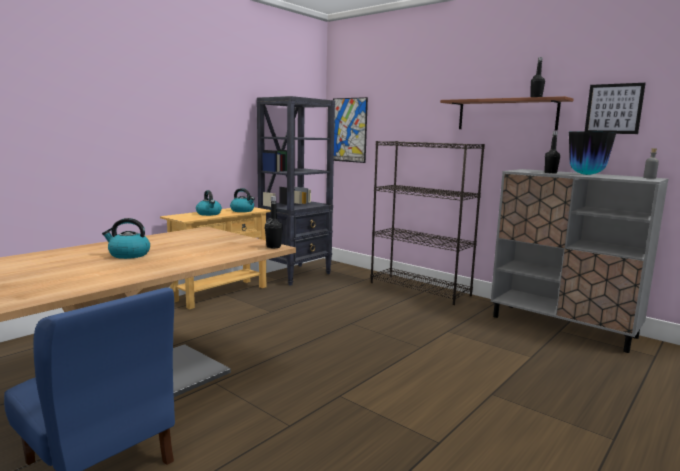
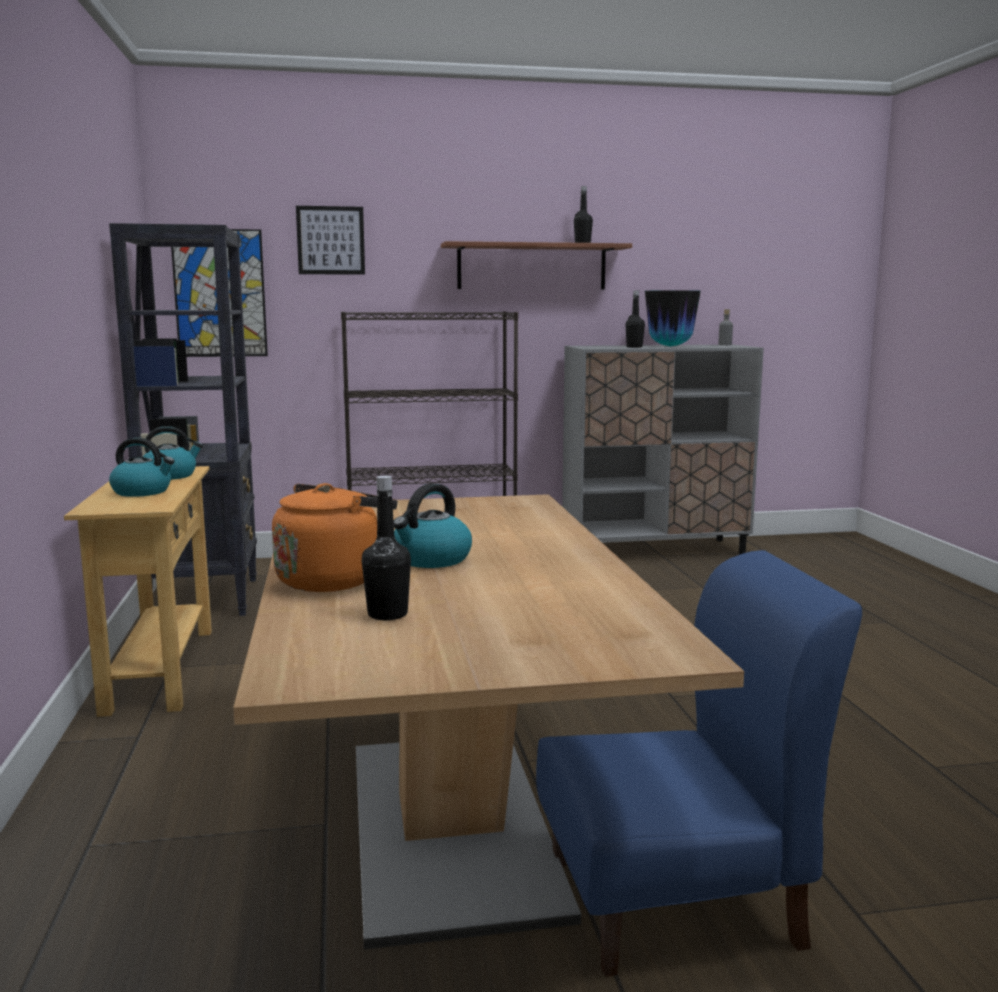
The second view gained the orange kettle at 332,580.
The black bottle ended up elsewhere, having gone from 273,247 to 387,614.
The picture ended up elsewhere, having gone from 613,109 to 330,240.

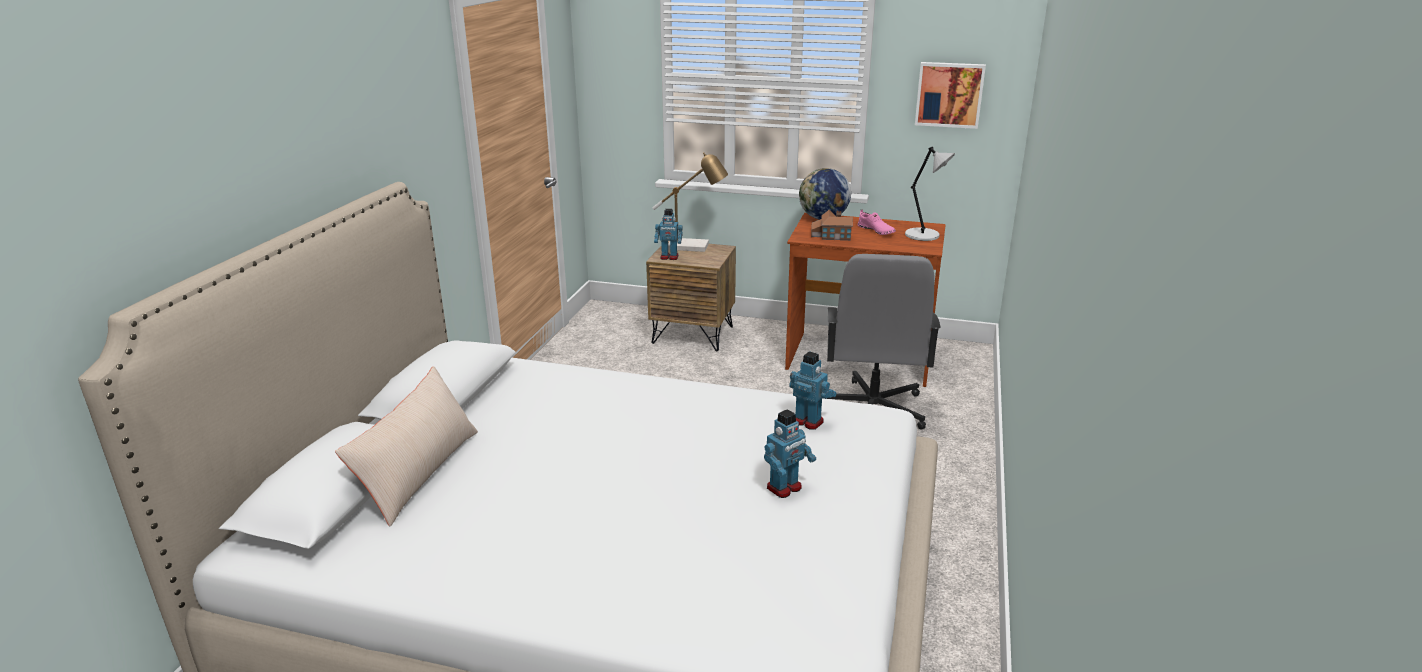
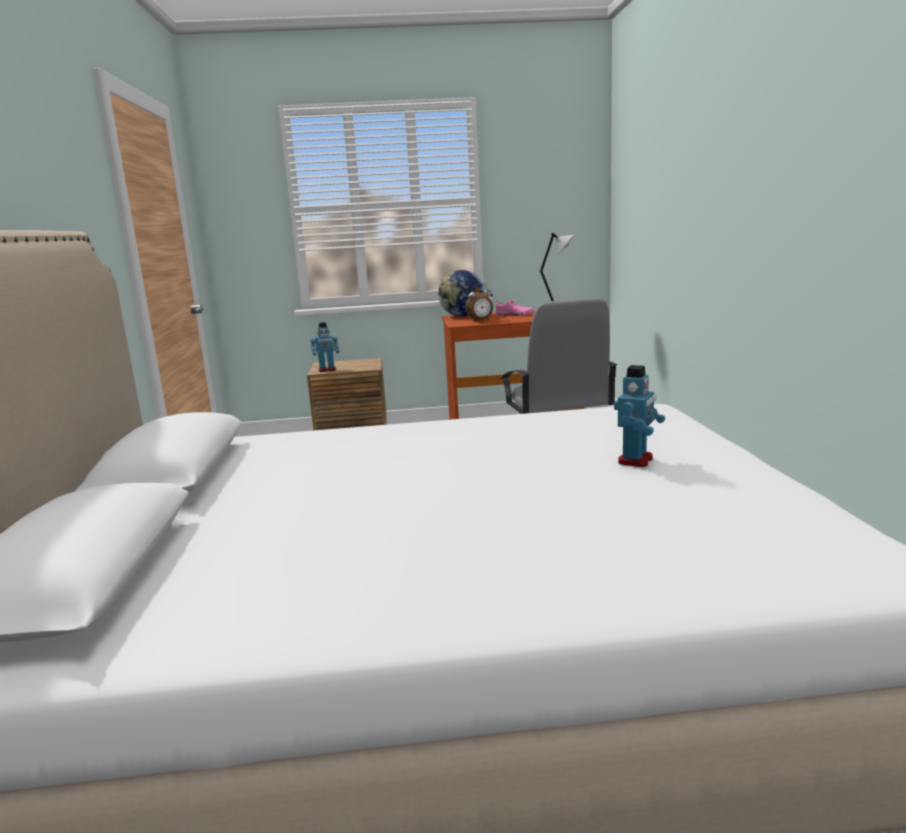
The second view lost the beige pillow at 419,473.
The second view lost the table lamp at 694,246.
The second view lost the toy robot at 808,421.
The second view lost the picture at 949,94.
Where the toy house stood at 830,235, the alarm clock came to stand at 481,320.

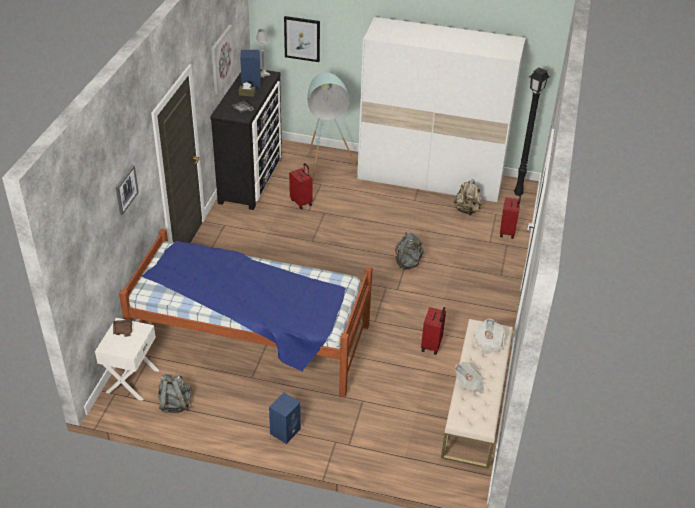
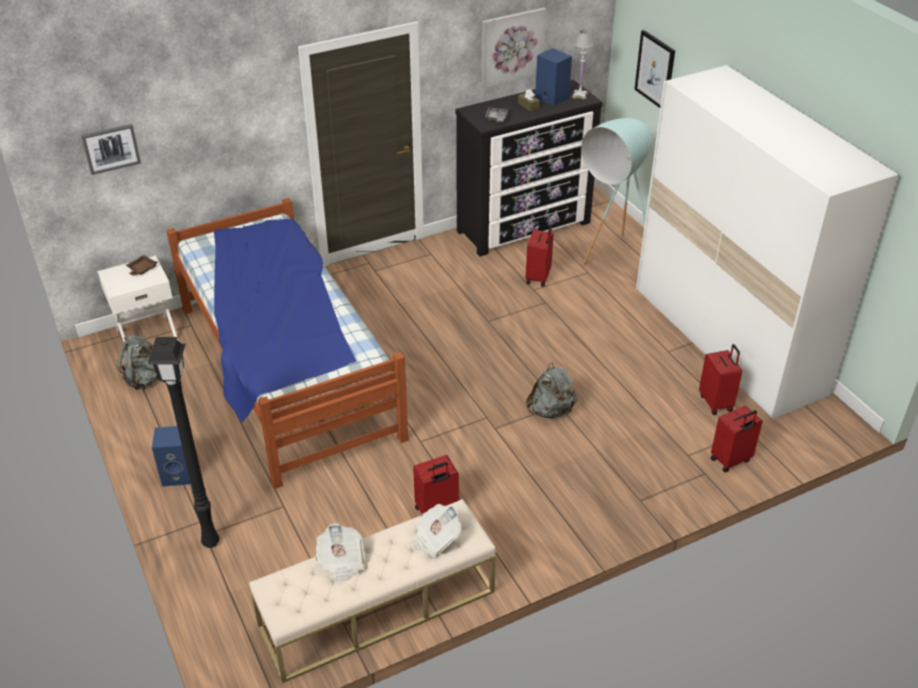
The picture ended up elsewhere, having gone from 126,189 to 111,148.
The black floor lamp ended up elsewhere, having gone from 517,193 to 210,541.
Where the beige backpack stood at 467,210, the red suitcase came to stand at 716,402.

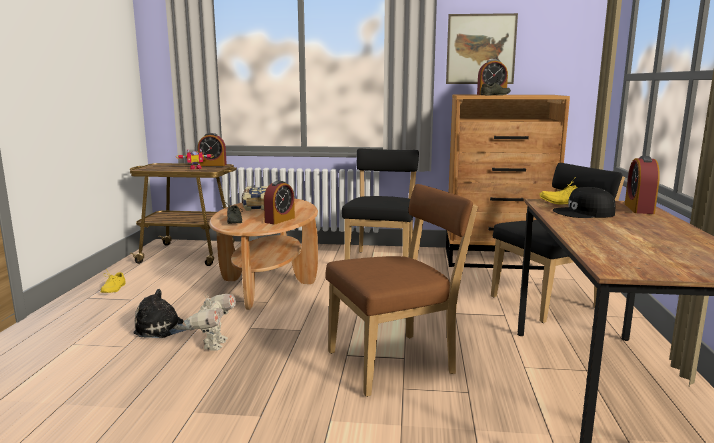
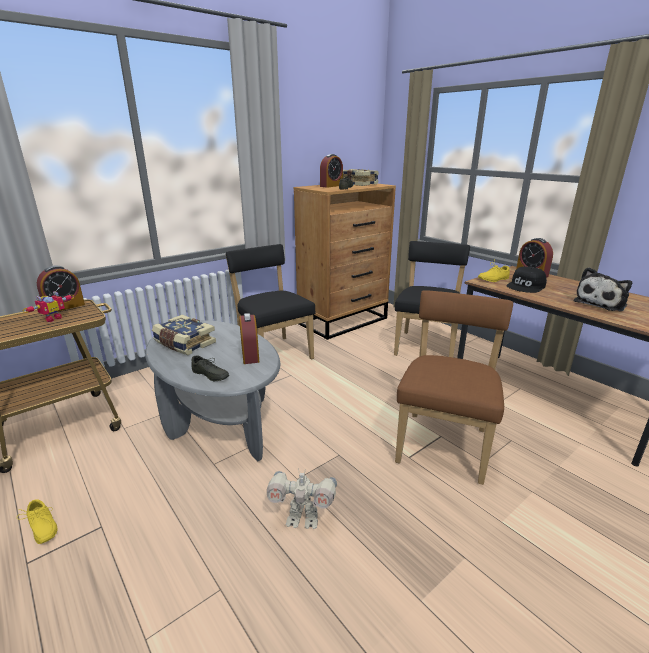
The second view lost the picture at 481,49.
The second view gained the book at 357,184.
The plush toy ended up elsewhere, having gone from 162,329 to 601,303.
What was the brown coffee table at 268,282 turned into the grey coffee table at 219,419.
The toy robot at 213,345 ended up facing another way, 135 degrees clockwise from before.

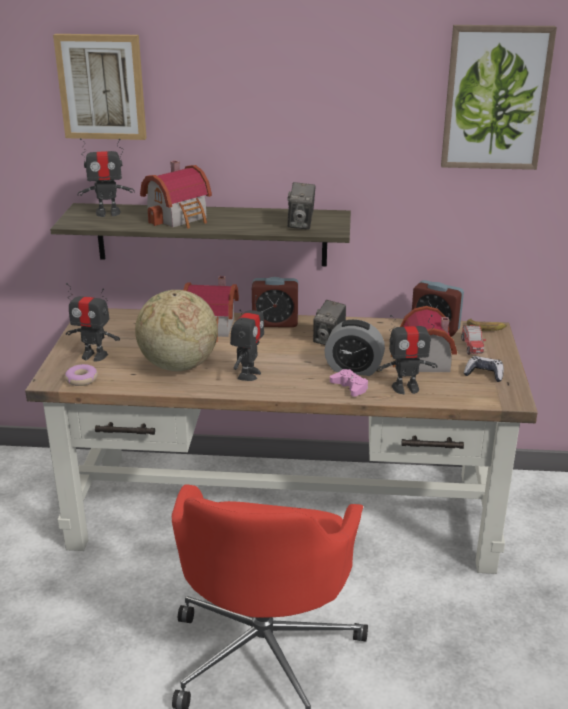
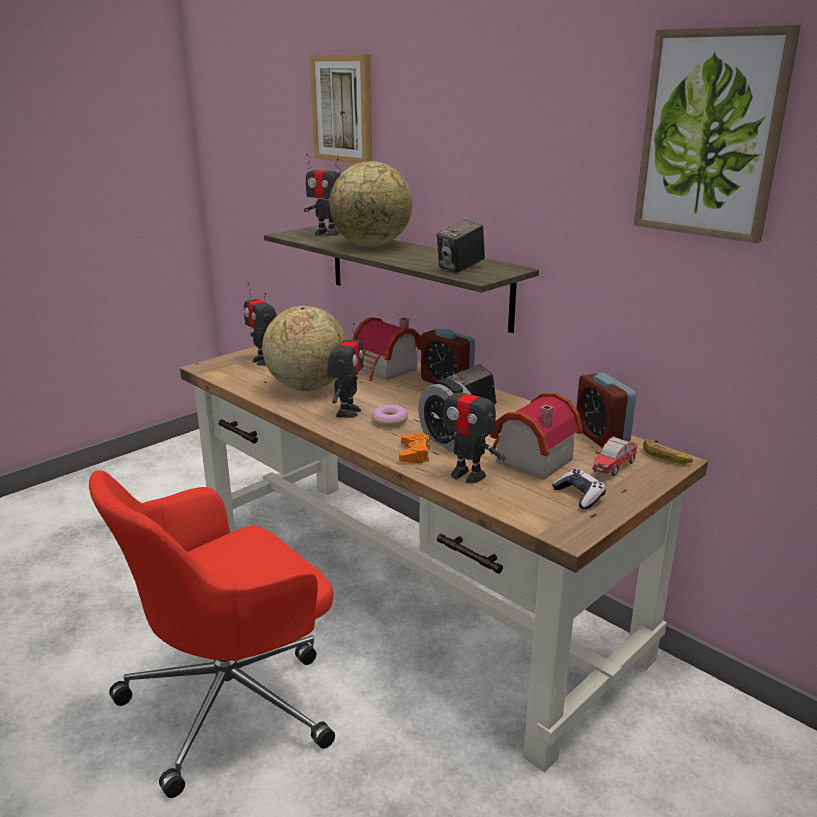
The donut ended up elsewhere, having gone from 82,379 to 390,421.
Where the toy house stood at 180,217, the globe came to stand at 371,245.
What was the pink game controller at 350,387 turned into the orange game controller at 414,453.
The toy robot at 248,374 ended up facing another way, 45 degrees counterclockwise from before.

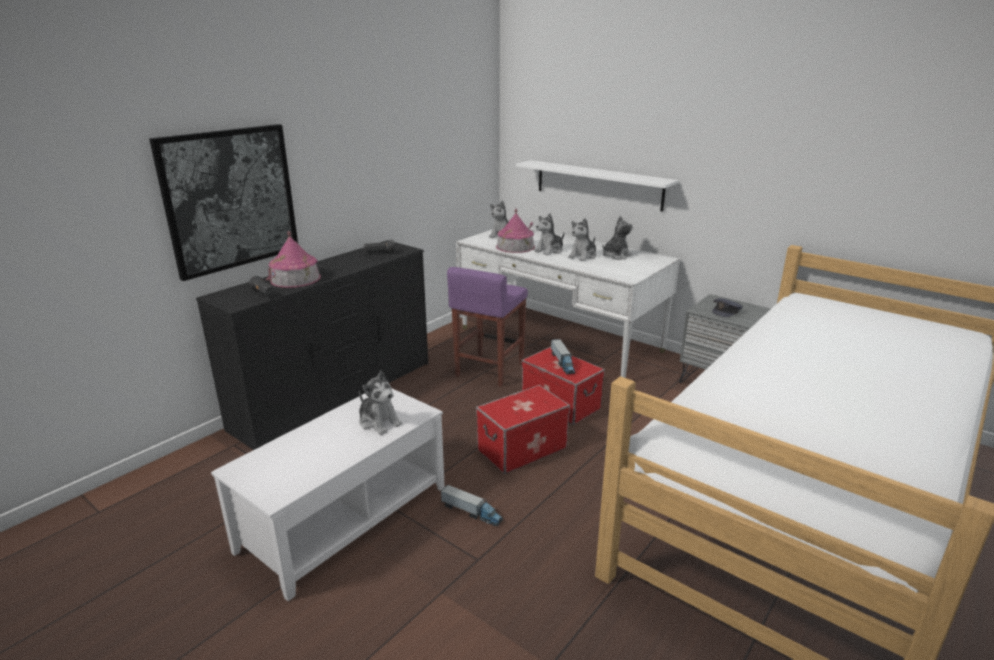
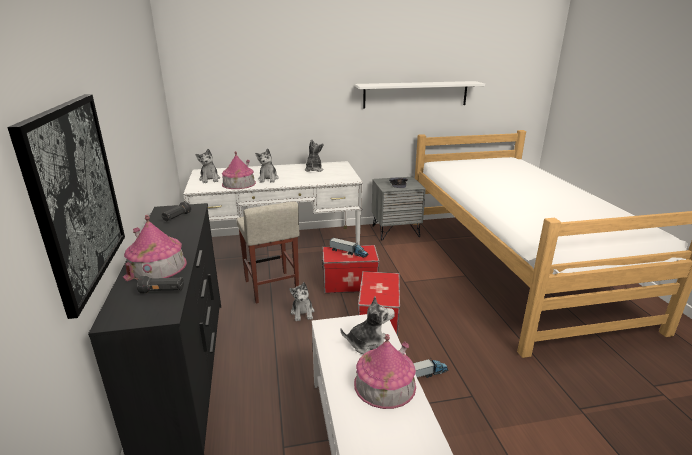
The second view gained the toy house at 384,384.
The white shelf ended up elsewhere, having gone from 598,185 to 415,94.
The plush toy ended up elsewhere, having gone from 583,256 to 302,312.
What was the purple stool at 489,370 turned into the beige stool at 271,287.

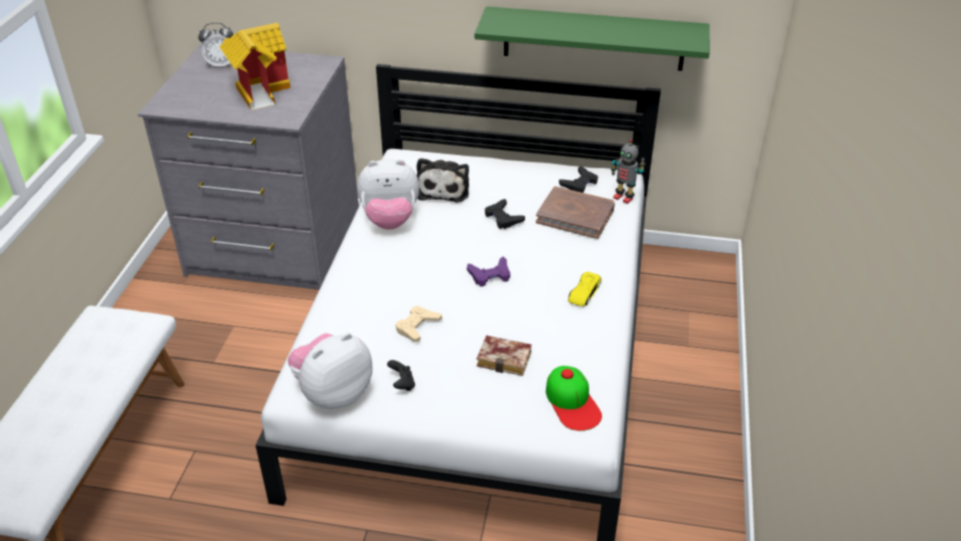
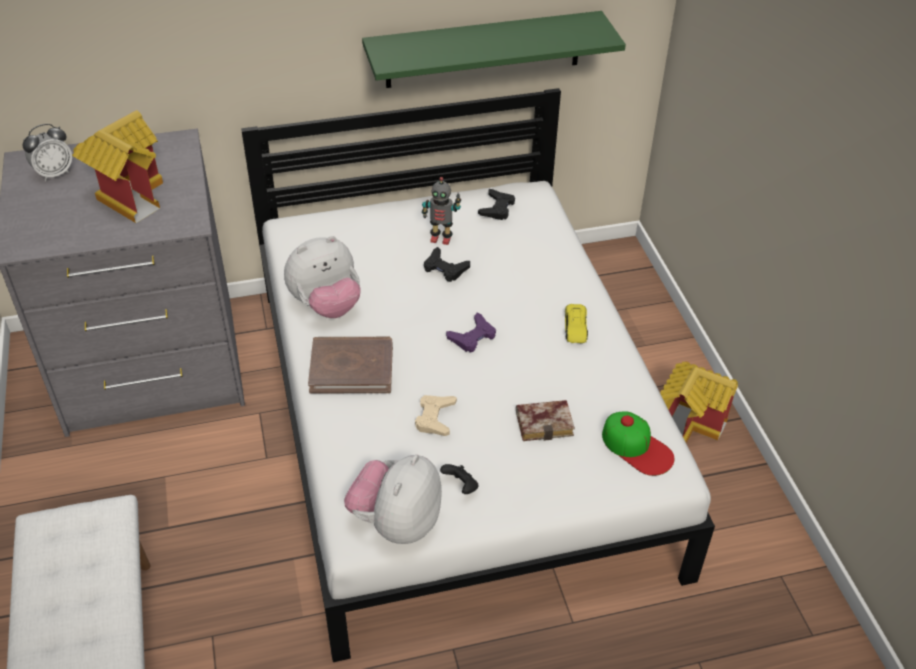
The second view lost the plush toy at 444,189.
The second view gained the toy house at 690,423.
The brown book ended up elsewhere, having gone from 575,215 to 351,368.
The toy robot ended up elsewhere, having gone from 623,197 to 441,238.

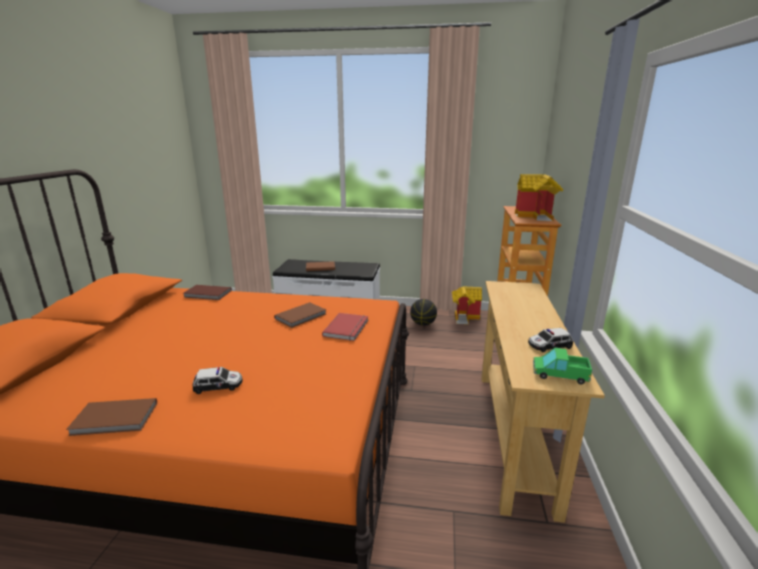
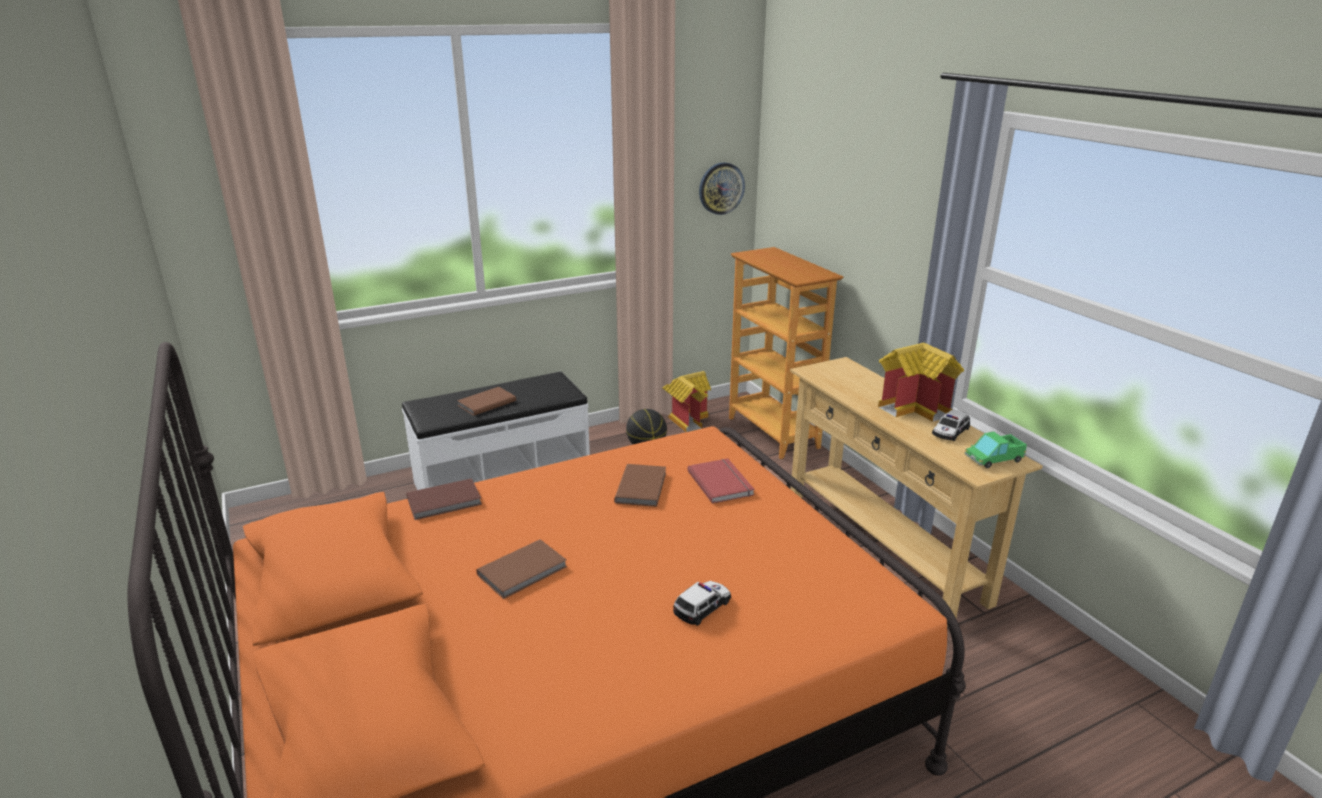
The second view gained the wall clock at 721,188.
The brown book ended up elsewhere, having gone from 115,419 to 524,571.
The toy house ended up elsewhere, having gone from 537,216 to 916,408.

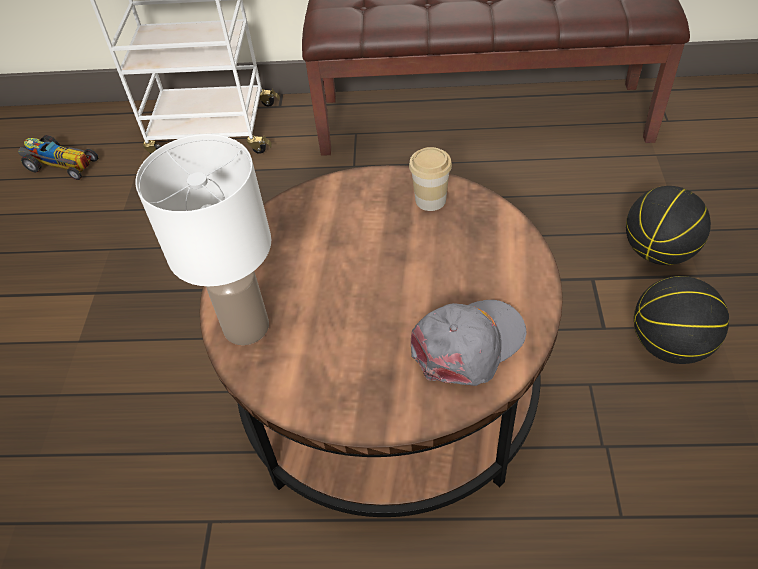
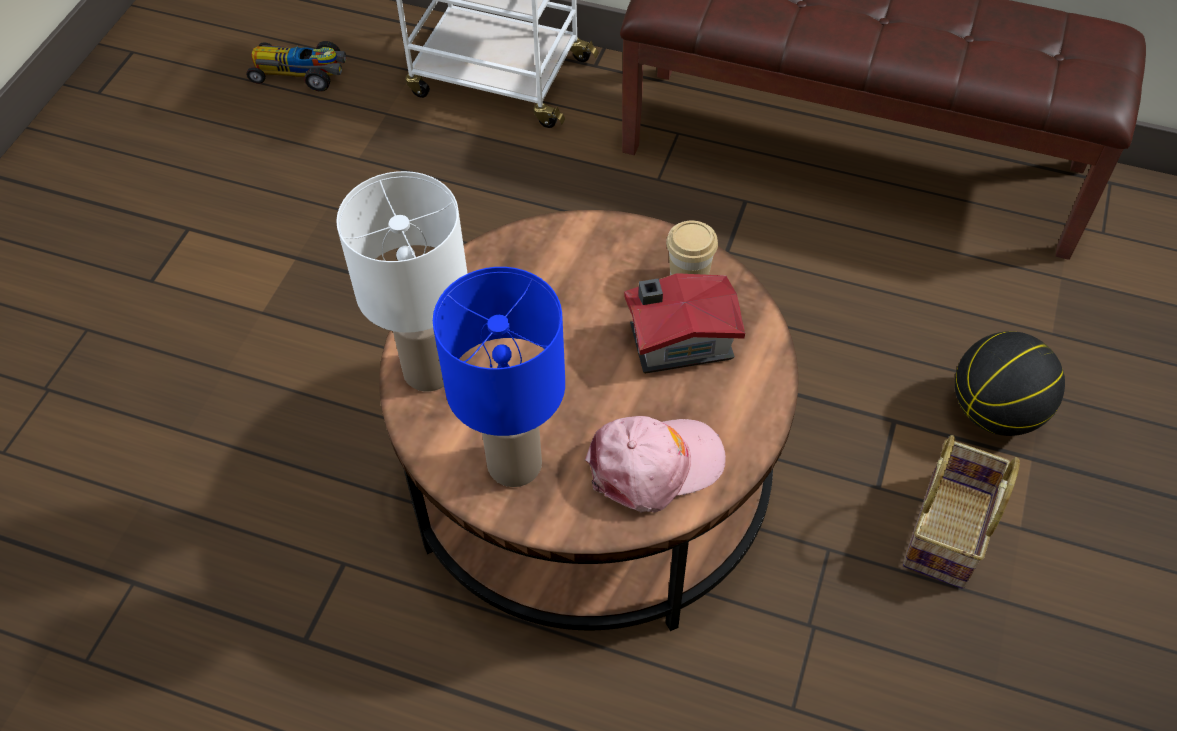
The second view gained the blue table lamp at 512,464.
The second view gained the toy house at 677,340.
Where the basketball stood at 670,345, the basket came to stand at 949,534.
What was the grey cap at 468,345 turned into the pink cap at 655,465.
The toy car at 60,164 ended up facing another way, 150 degrees clockwise from before.

